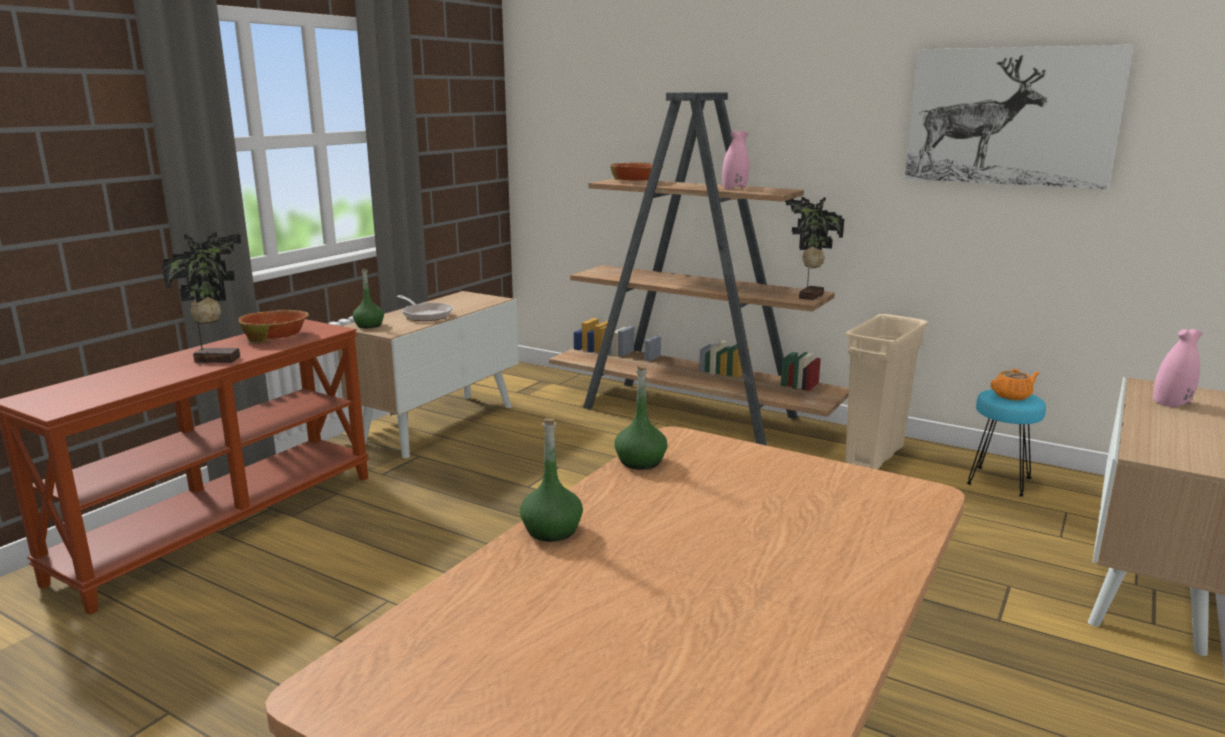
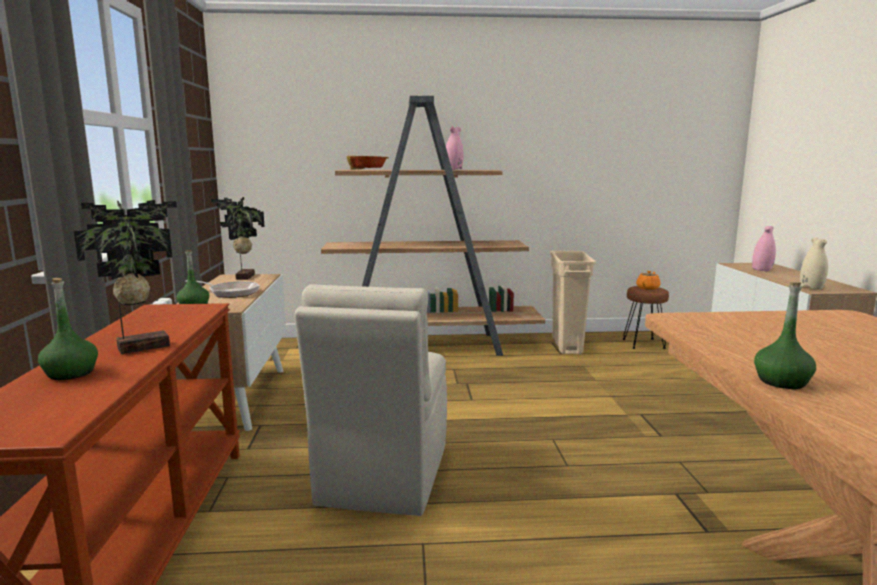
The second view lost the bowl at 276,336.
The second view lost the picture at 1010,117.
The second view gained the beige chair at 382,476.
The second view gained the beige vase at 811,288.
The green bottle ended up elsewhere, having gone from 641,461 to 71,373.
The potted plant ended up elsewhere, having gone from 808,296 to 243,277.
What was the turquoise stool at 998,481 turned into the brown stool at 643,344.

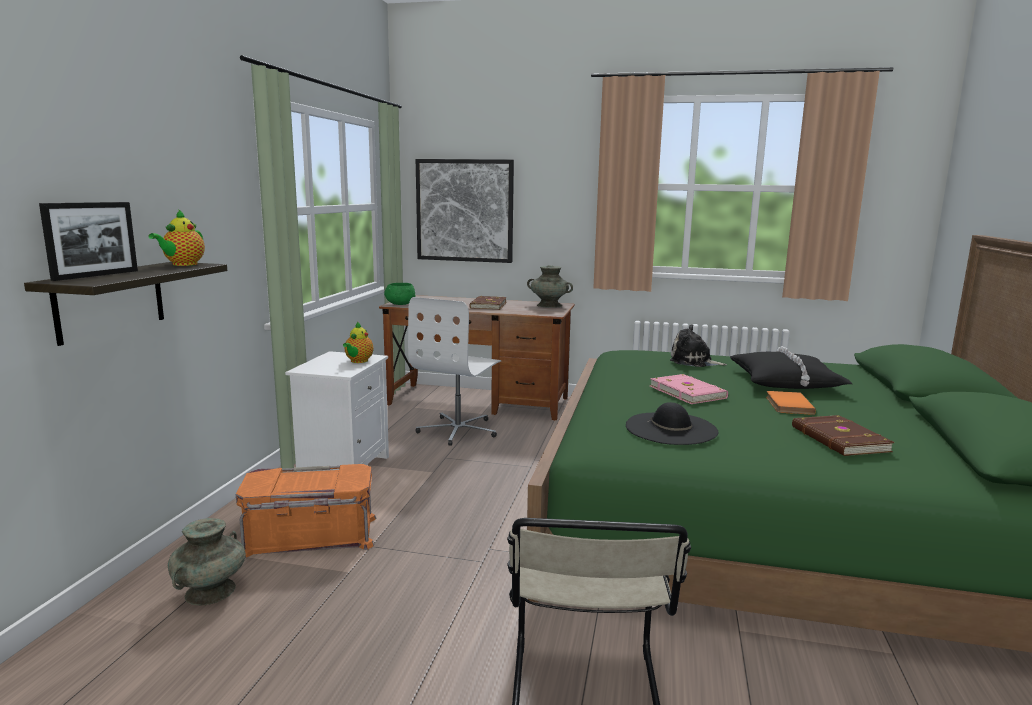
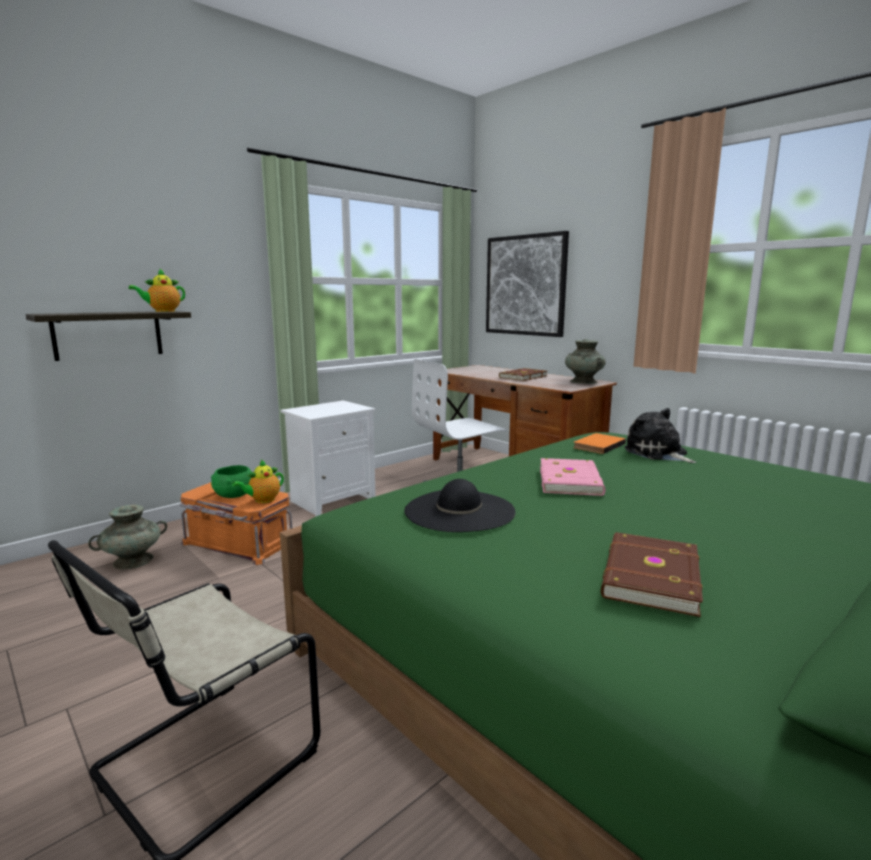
The second view lost the picture frame at 96,275.
The second view lost the black pillow at 785,381.
The teapot ended up elsewhere, having gone from 358,361 to 262,500.
The green bowl ended up elsewhere, having gone from 400,304 to 233,495.
The orange book ended up elsewhere, having gone from 787,405 to 597,445.

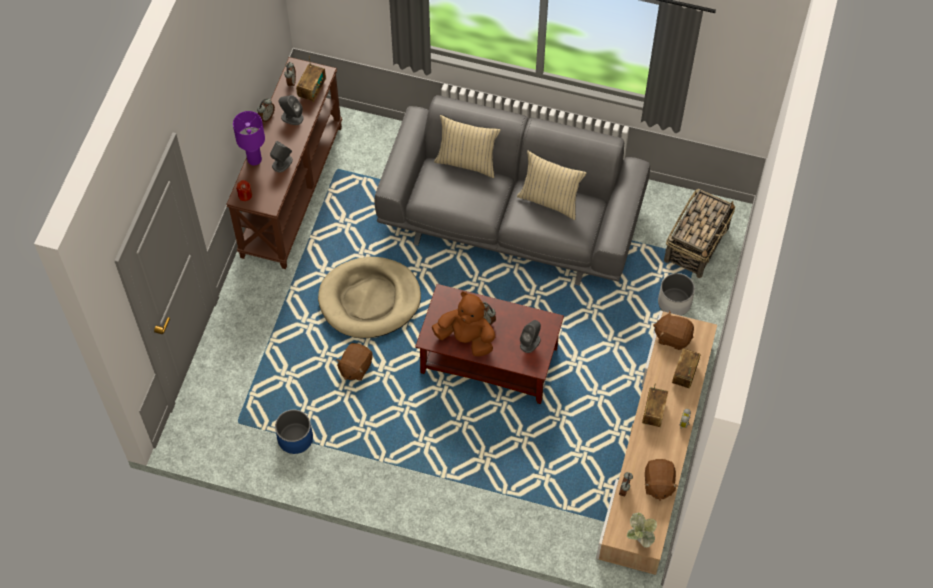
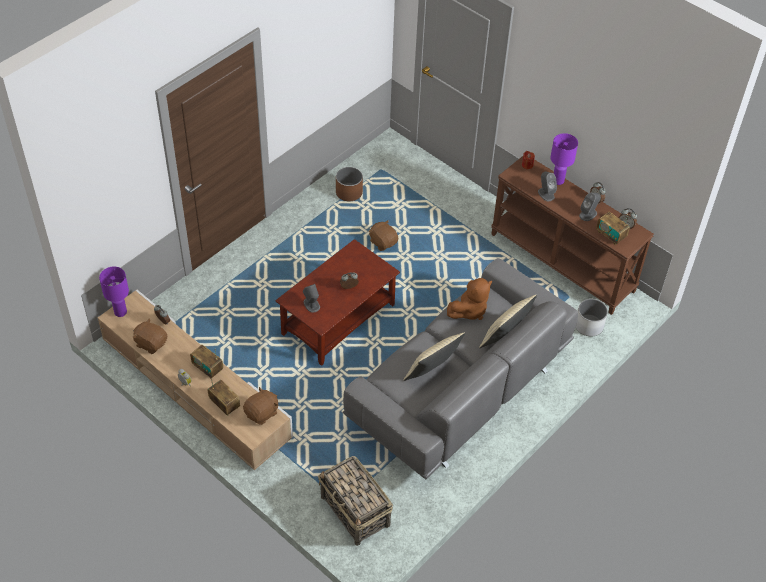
The second view lost the beige dog bed at 369,300.
The brown plush toy ended up elsewhere, having gone from 466,338 to 469,310.
The white planter ended up elsewhere, having gone from 674,302 to 589,326.
Where the potted plant stood at 639,540, the purple table lamp came to stand at 120,312.
What was the blue planter at 295,438 turned into the brown planter at 349,192.

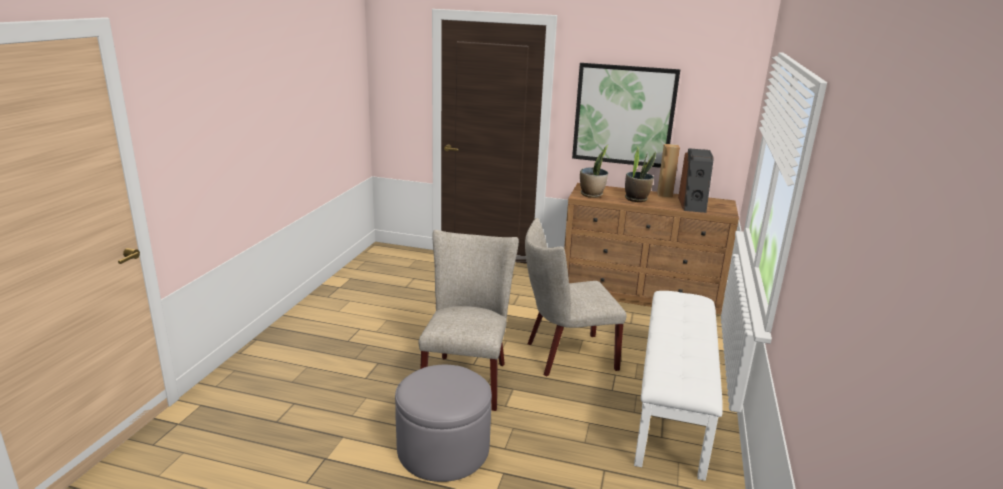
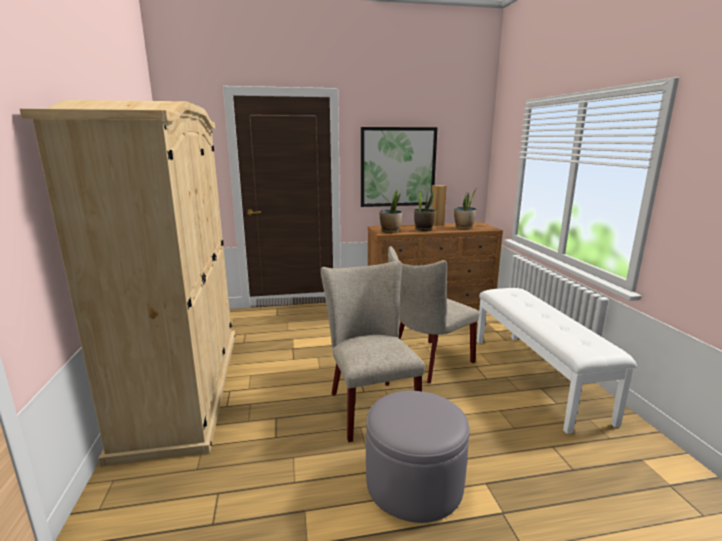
The second view gained the beige wardrobe at 184,385.
Where the speaker stood at 693,205, the potted plant came to stand at 464,227.

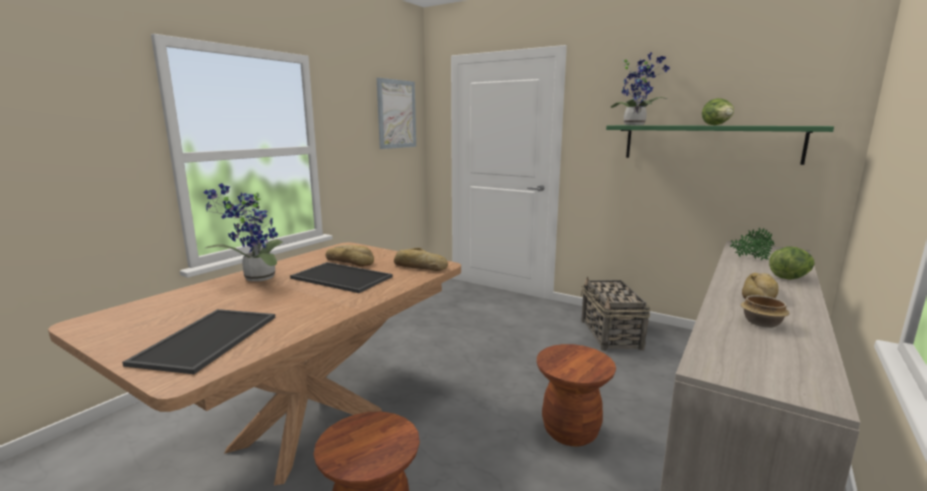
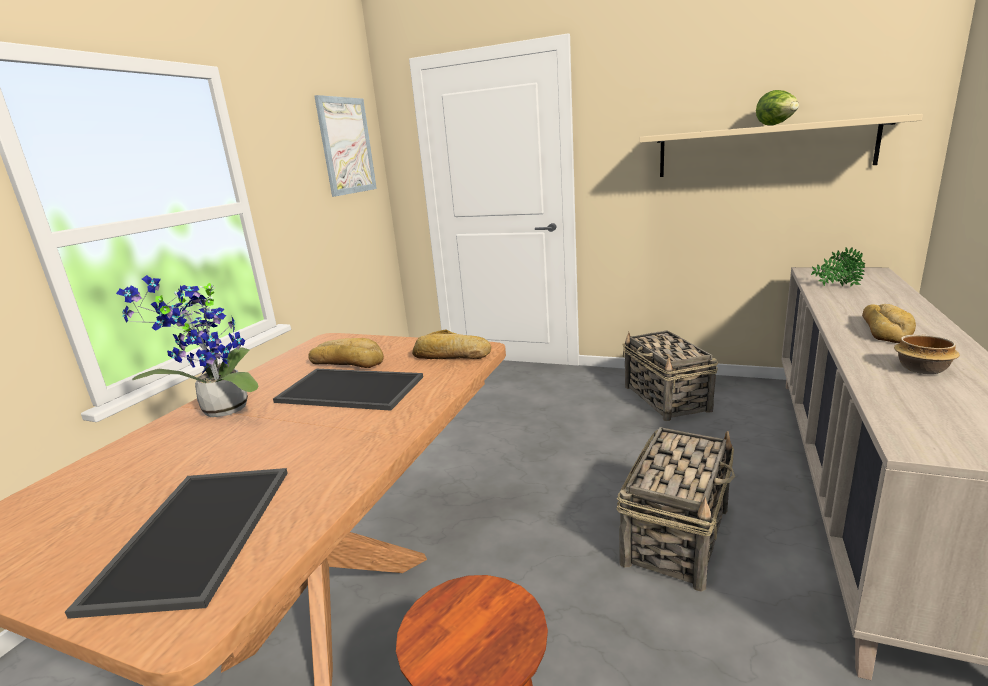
The second view lost the potted plant at 636,125.
The second view lost the lettuce at 790,277.
Where the brown stool stood at 570,431, the basket came to stand at 677,535.
What was the green shelf at 709,143 turned into the beige shelf at 763,149.

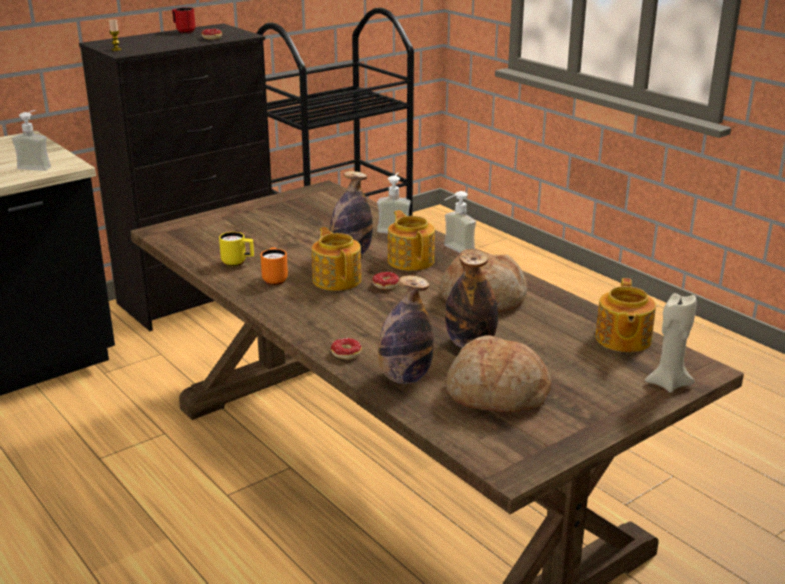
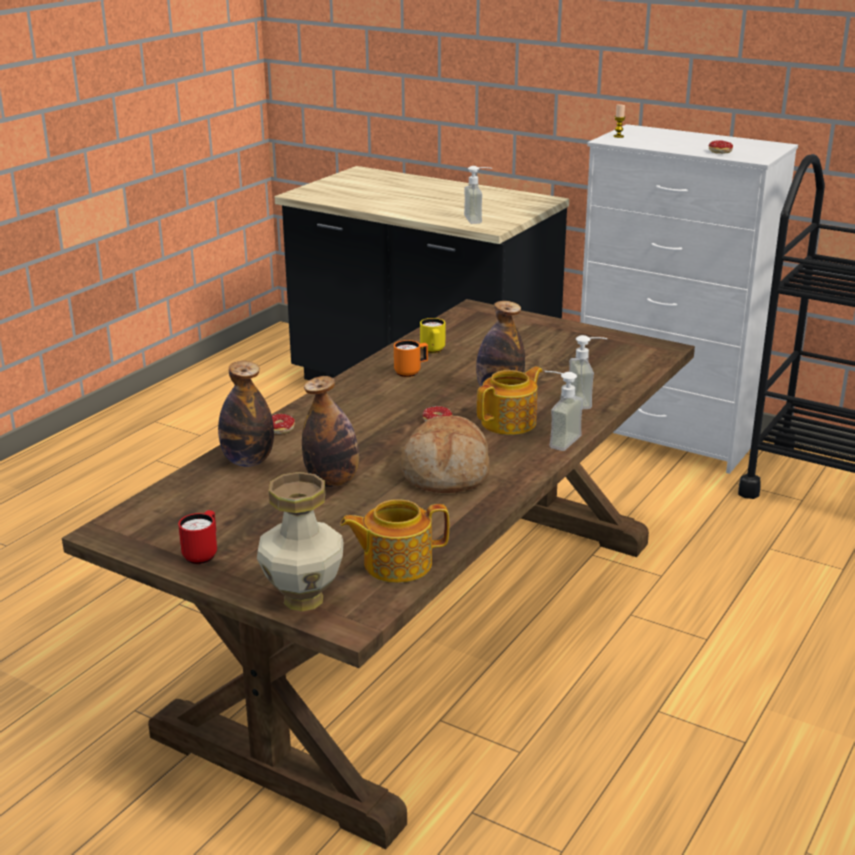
The second view lost the teapot at 337,279.
The second view lost the bread at 496,394.
The red mug ended up elsewhere, having gone from 183,31 to 203,554.
Where the beige candle stood at 668,384, the vase came to stand at 303,600.
What was the black dresser at 200,297 turned into the white dresser at 666,437.

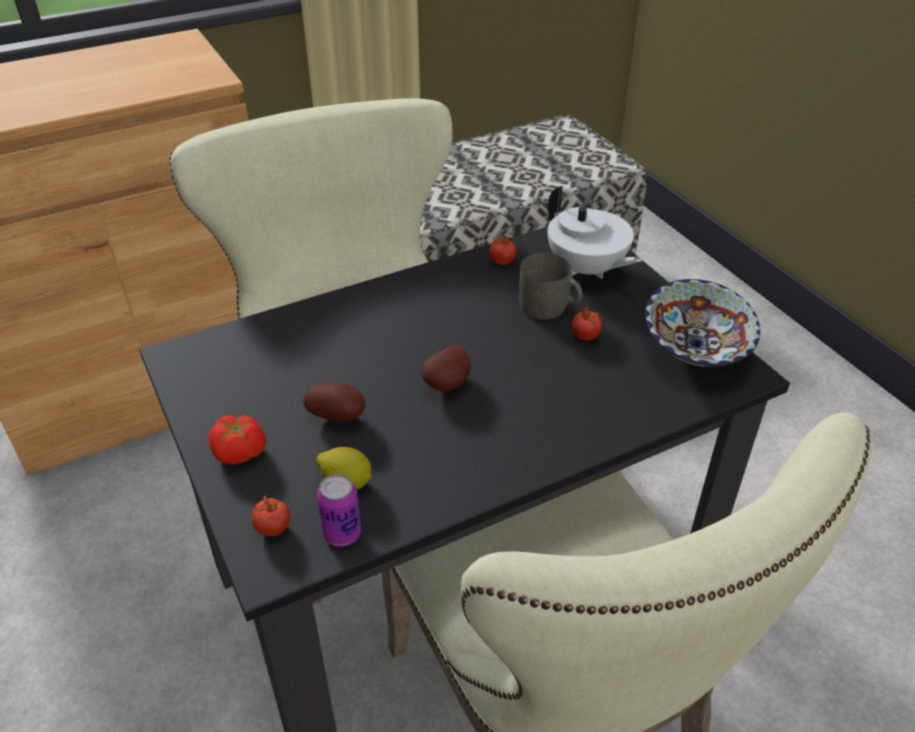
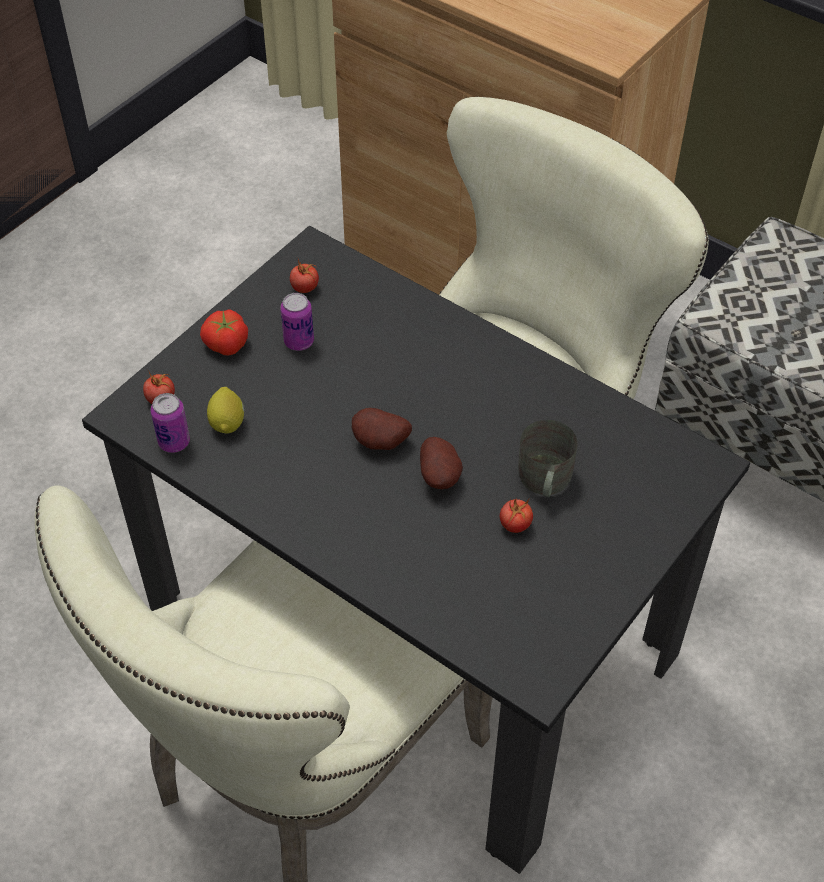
The second view lost the white teapot at 586,269.
The second view lost the bowl at 693,348.
The second view gained the can at 299,341.
The potato ended up elsewhere, having gone from 339,416 to 441,476.
The tomato ended up elsewhere, having gone from 502,261 to 305,288.

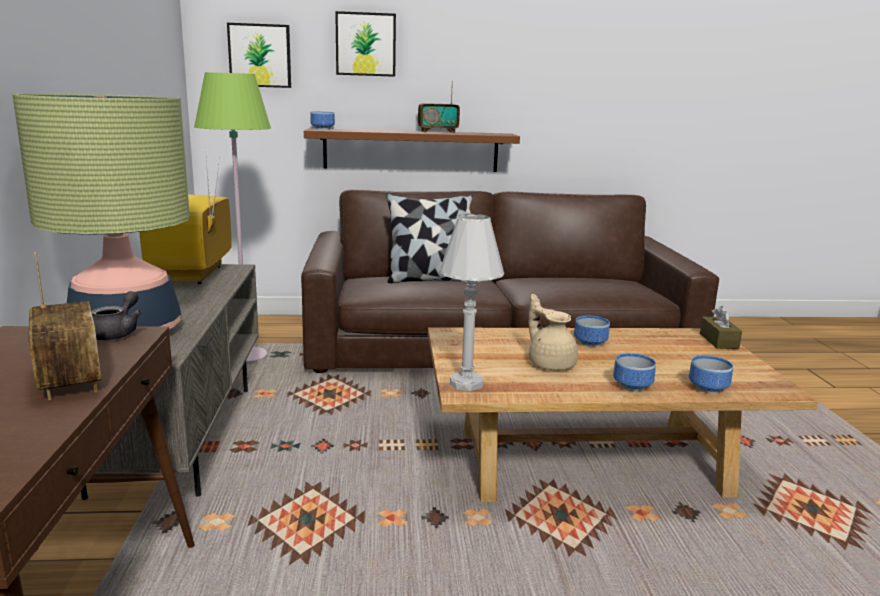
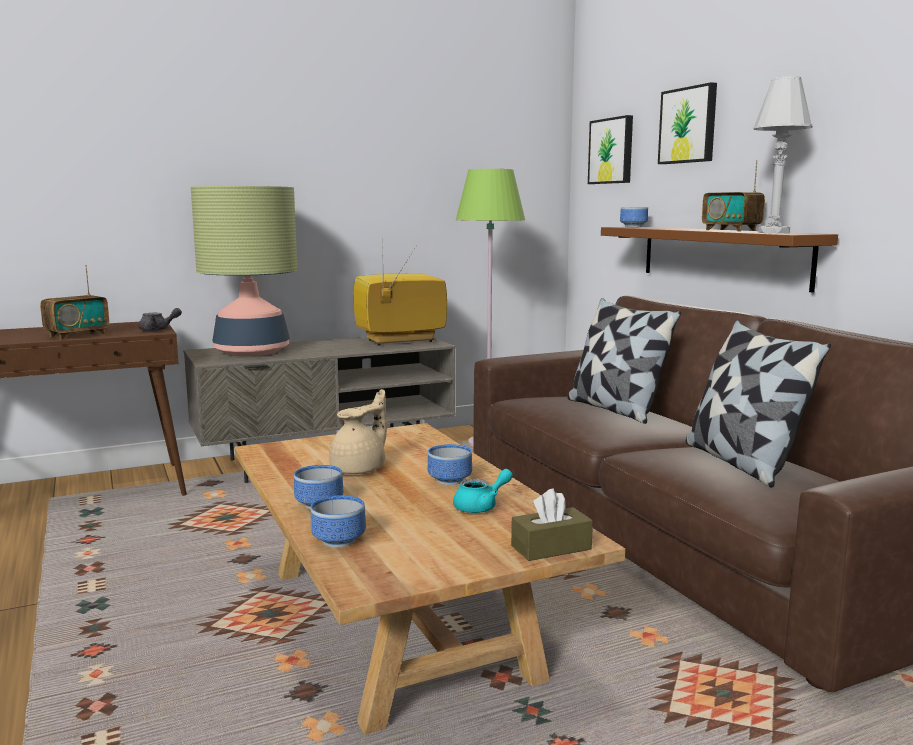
The second view gained the turquoise teapot at 481,507.
The second view gained the pillow at 741,462.
The white table lamp ended up elsewhere, having gone from 466,384 to 774,232.

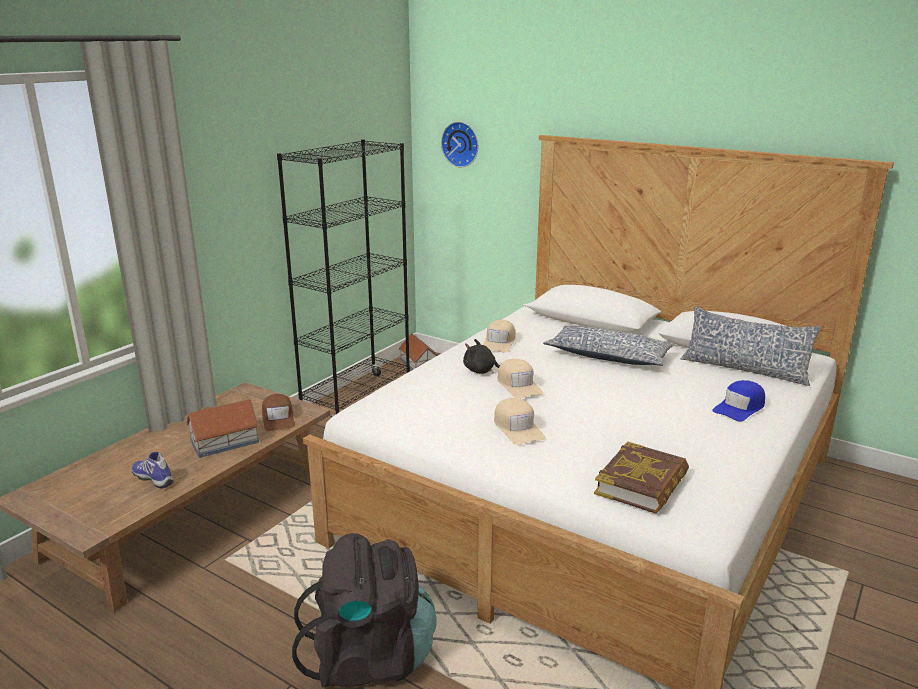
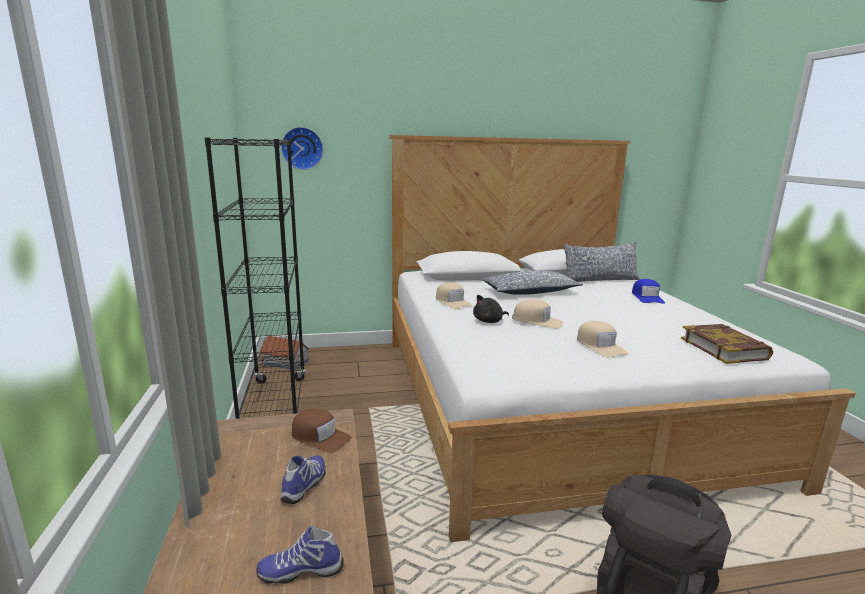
Where the toy house stood at 223,441, the shoe came to stand at 305,485.
The beige cap at 517,428 ended up facing another way, 45 degrees clockwise from before.

